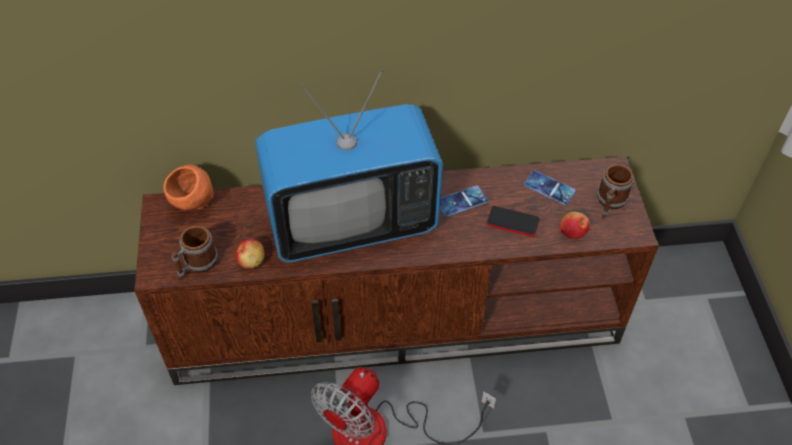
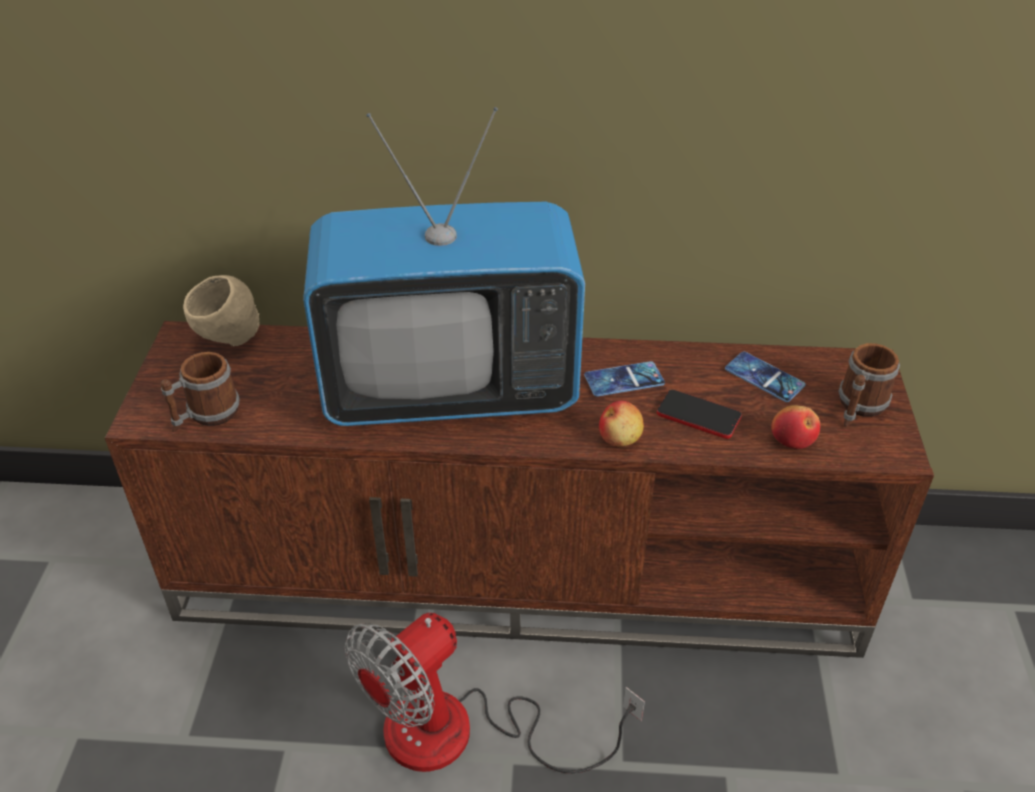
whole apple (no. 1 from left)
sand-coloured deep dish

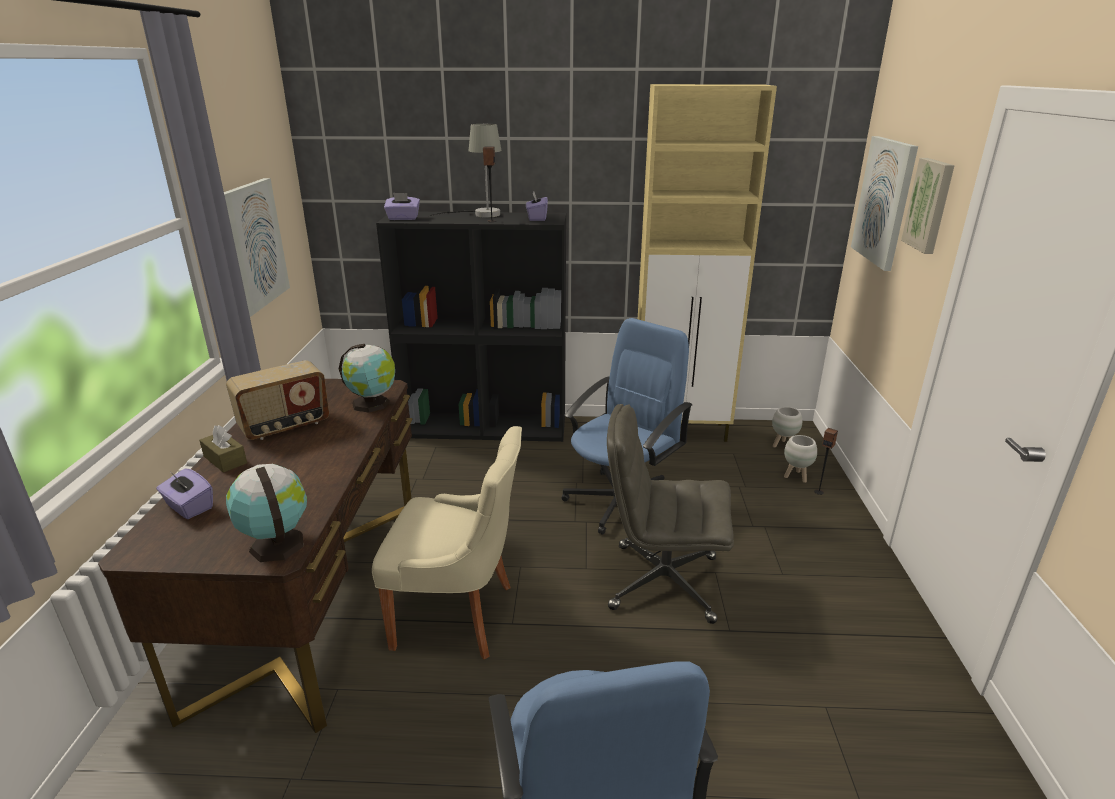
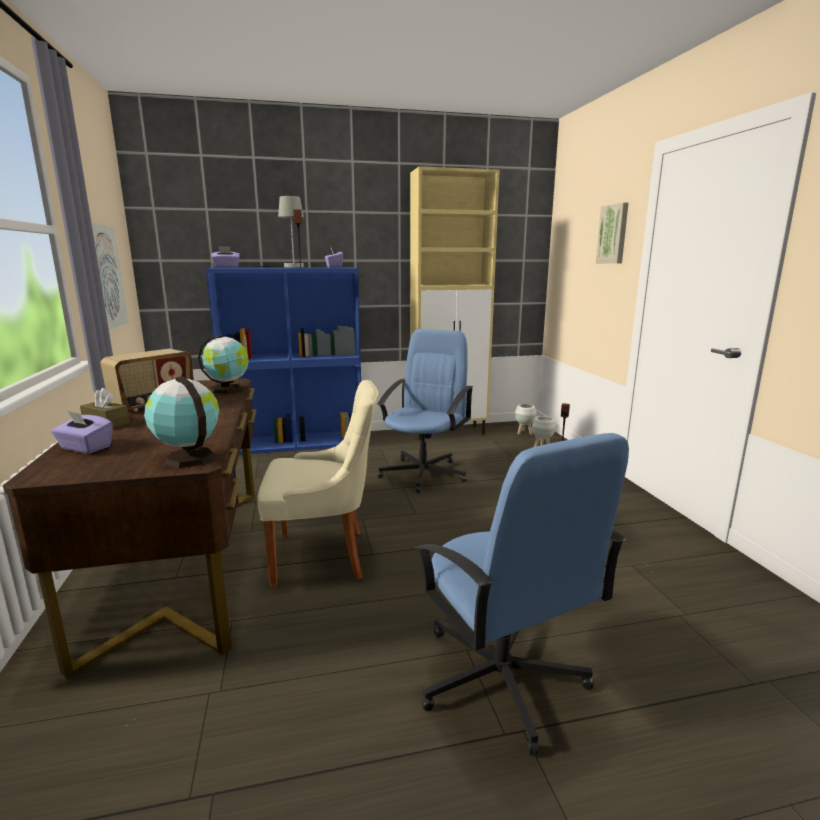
greyish computer chair
wall picture (no. 2 from left in the first image)
blue bookcase

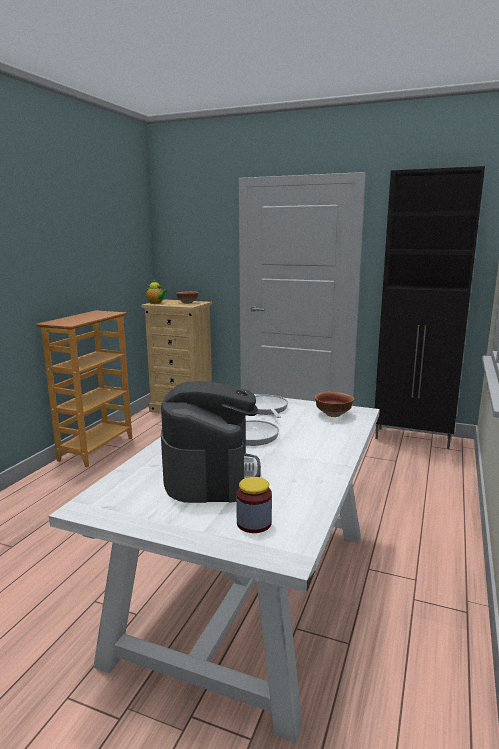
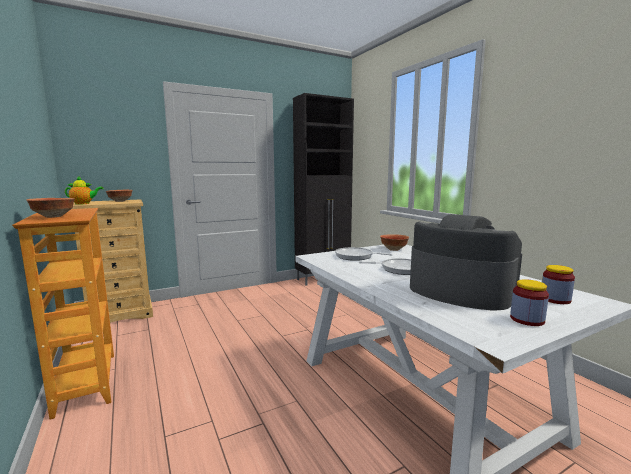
deep dish (no. 1 from left)
preserve jar (no. 1 from left)

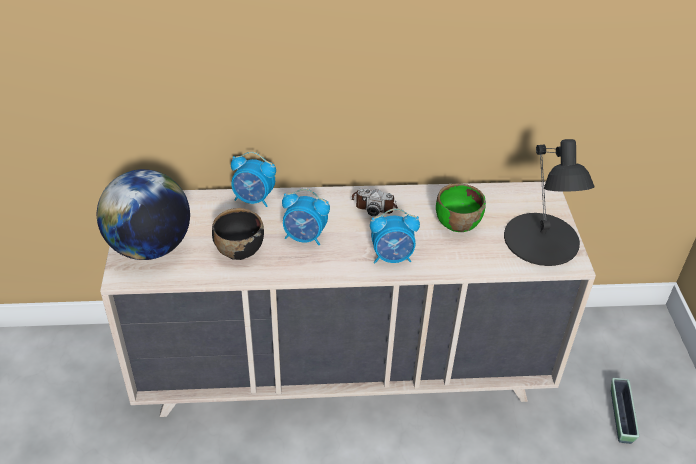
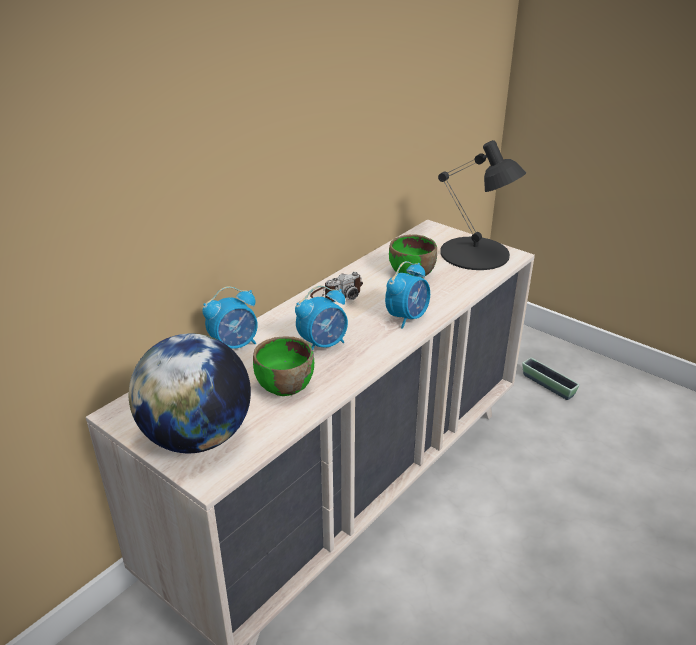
green deep dish (no. 1 from left)

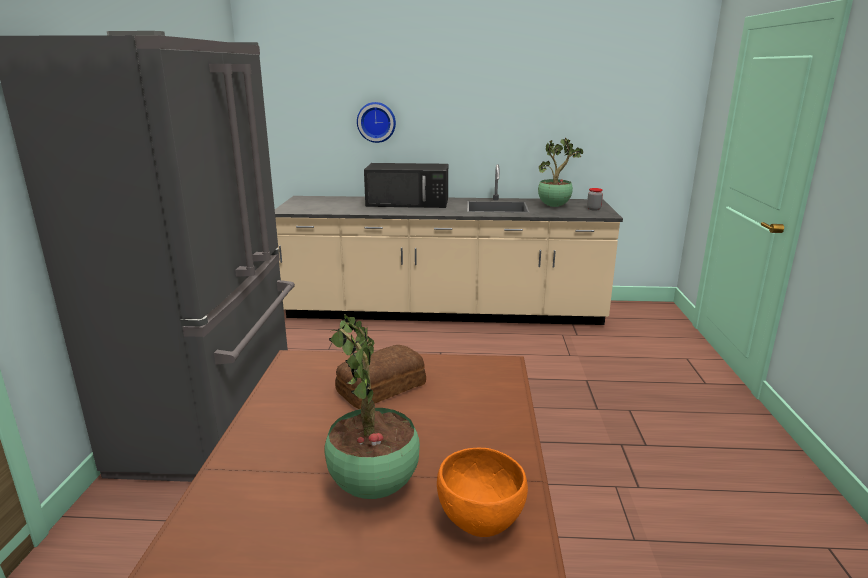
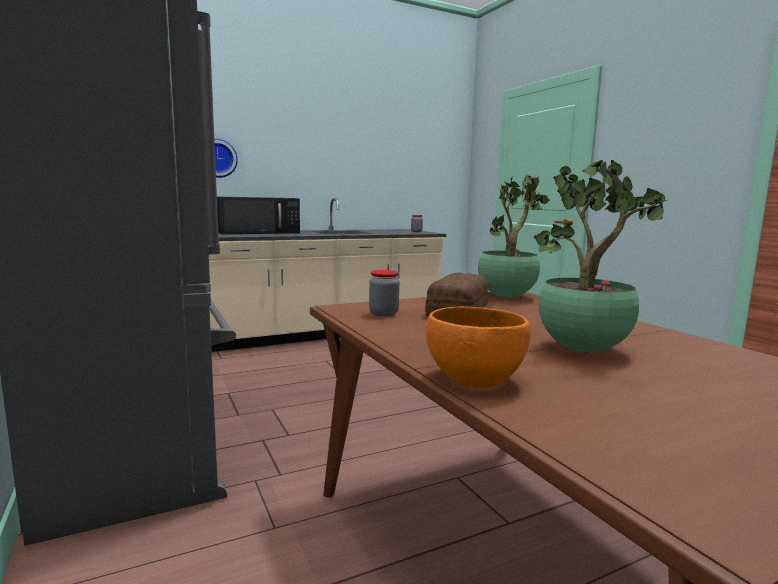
preserve jar (no. 1 from left)
orangey deep dish
houseplant (no. 1 from left)

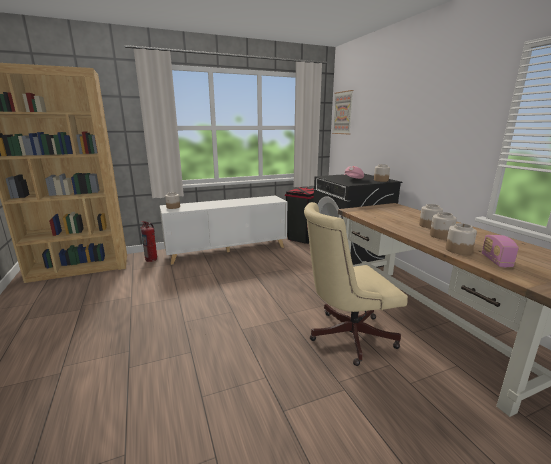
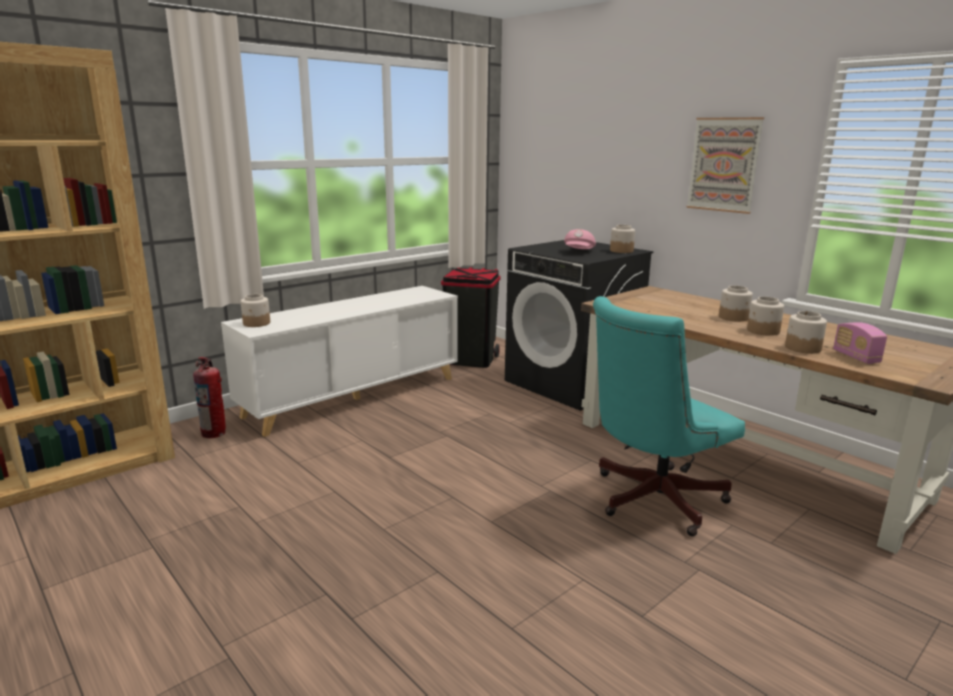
wall picture
blue-green computer chair

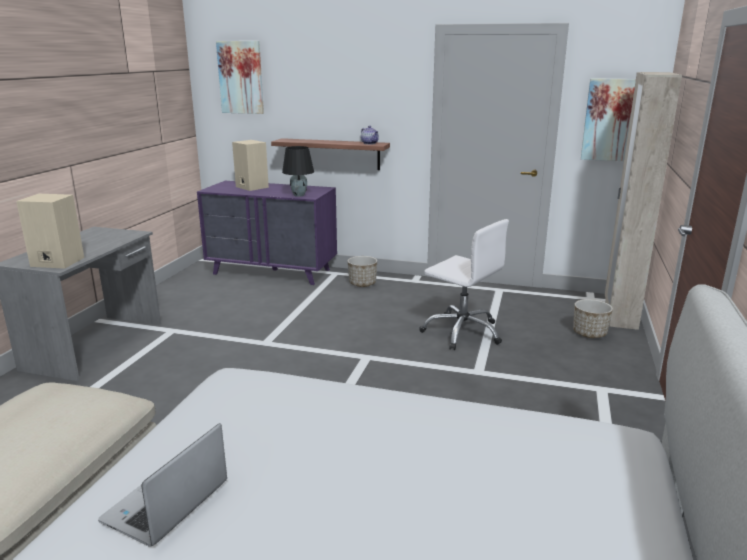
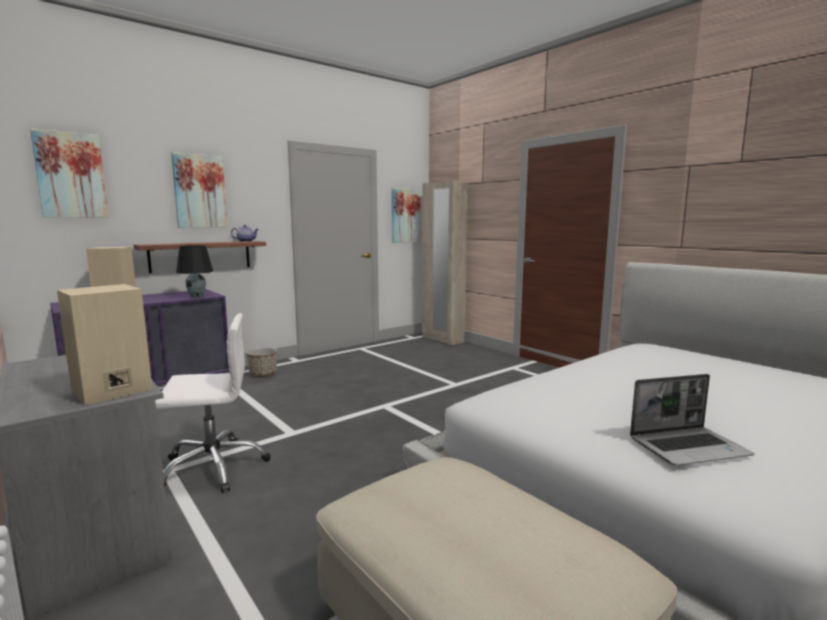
planter (no. 2 from left in the first image)
wall picture (no. 2 from left)
white computer chair
laptop

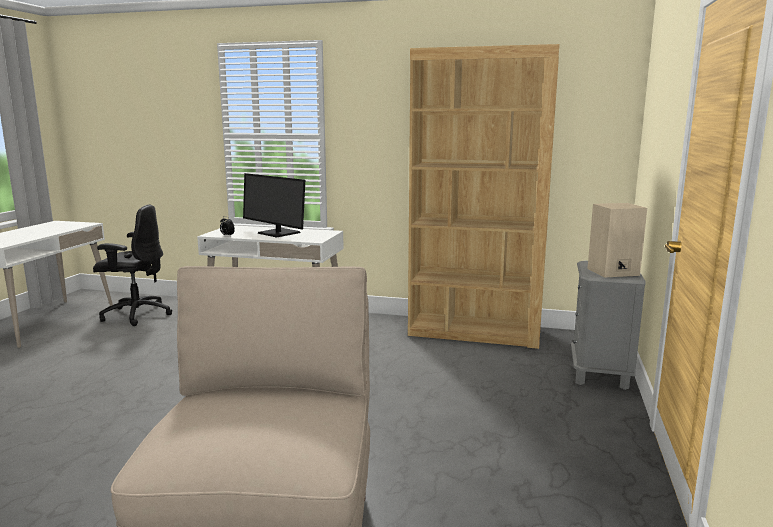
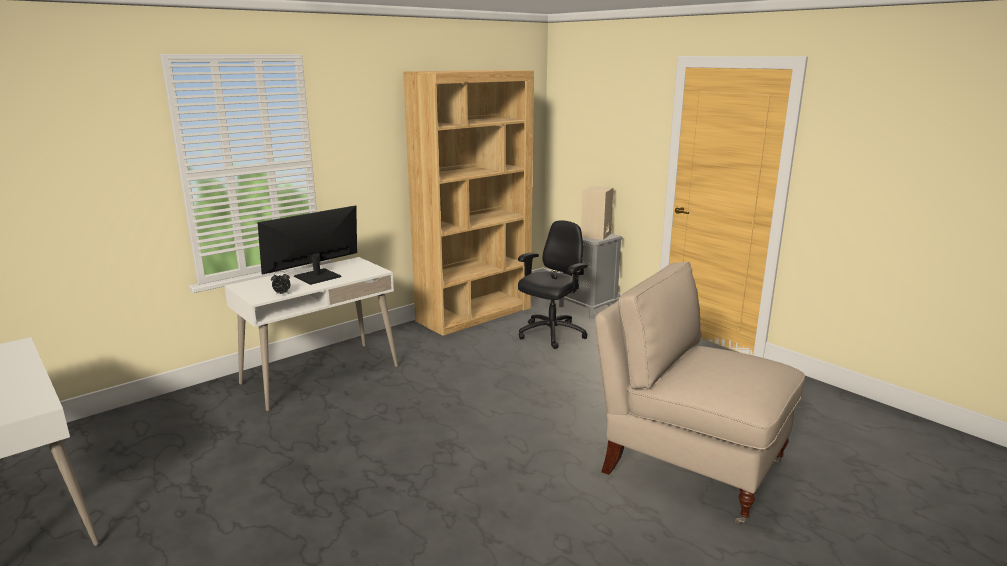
blackish computer chair
monitor

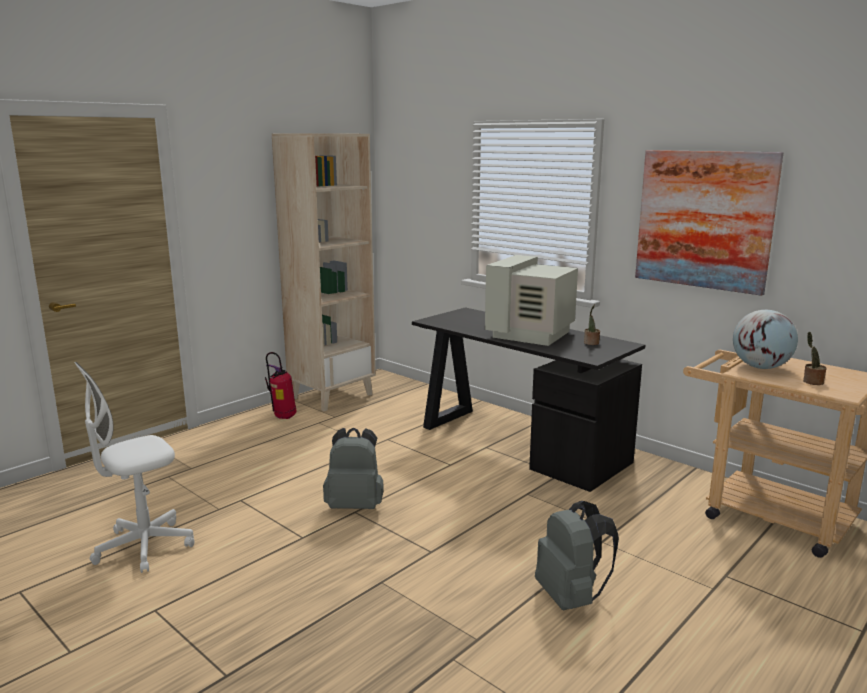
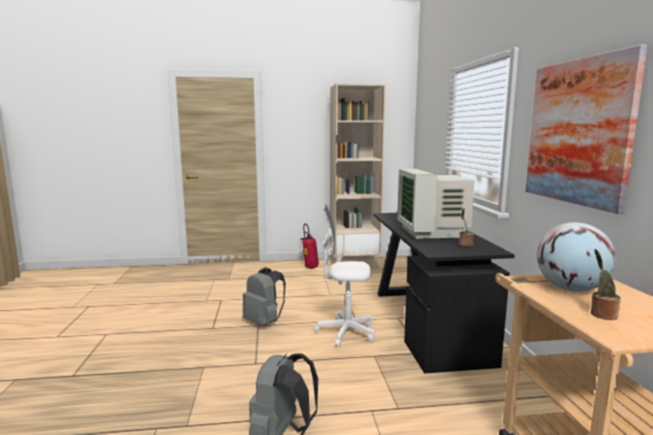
white computer chair
monitor

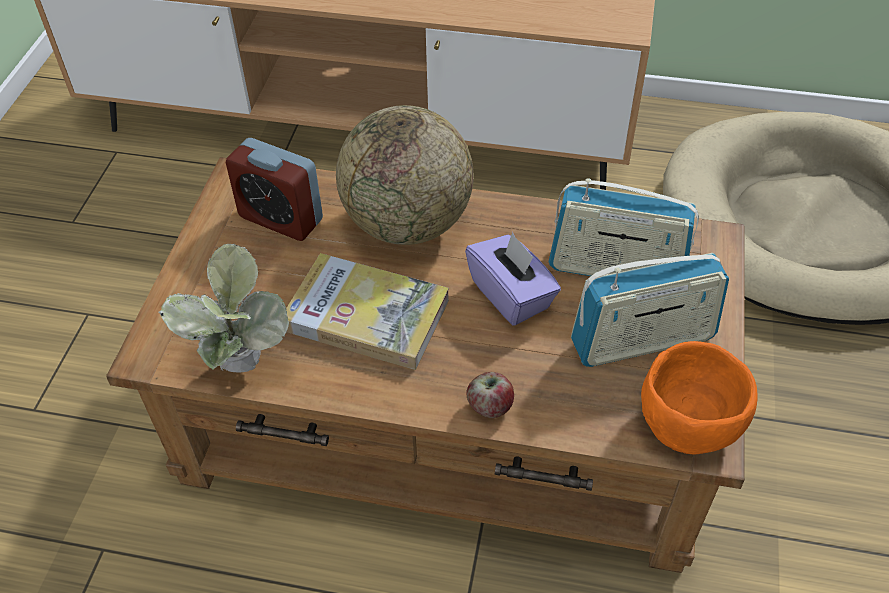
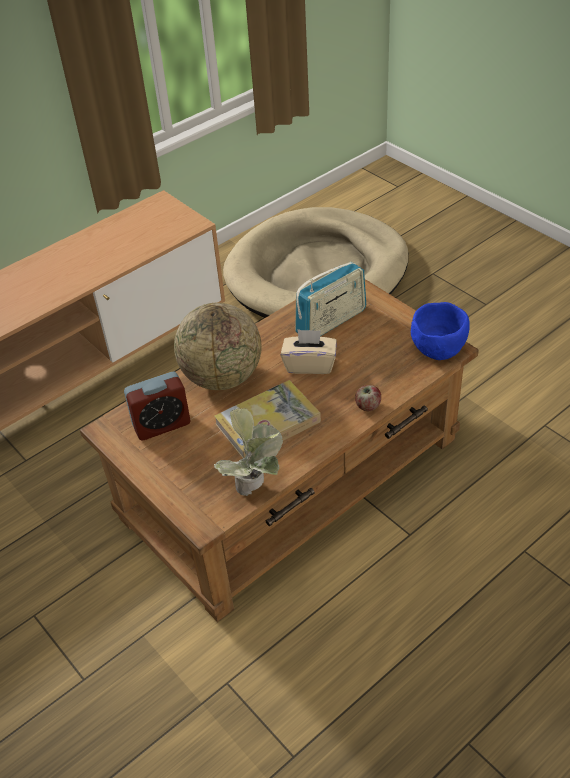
radio (no. 2 from left in the first image)
sand-coloured box of tissues
blue deep dish

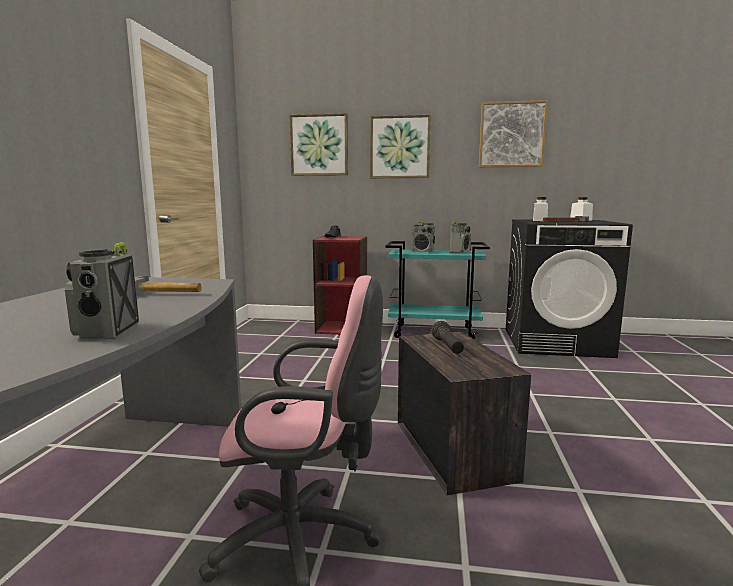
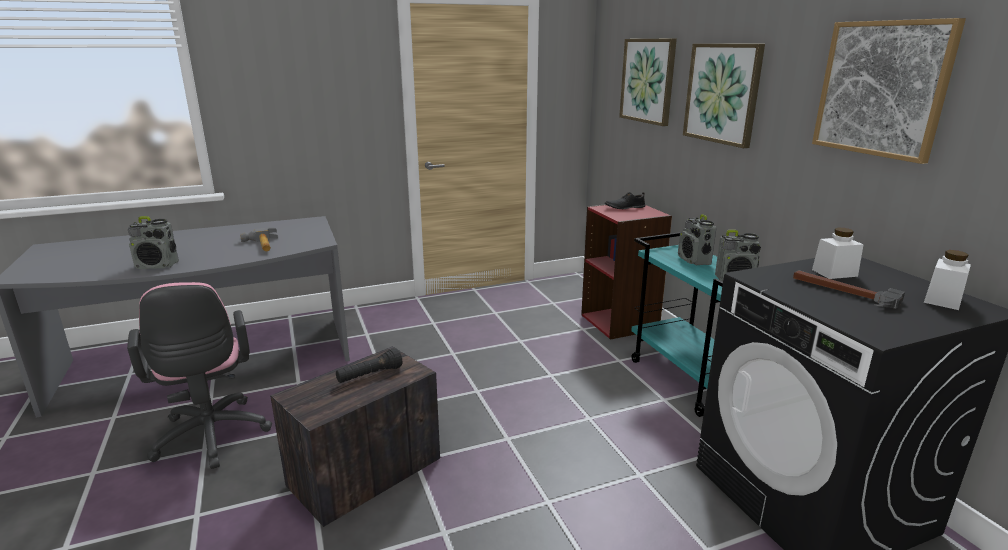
radio (no. 1 from left)

